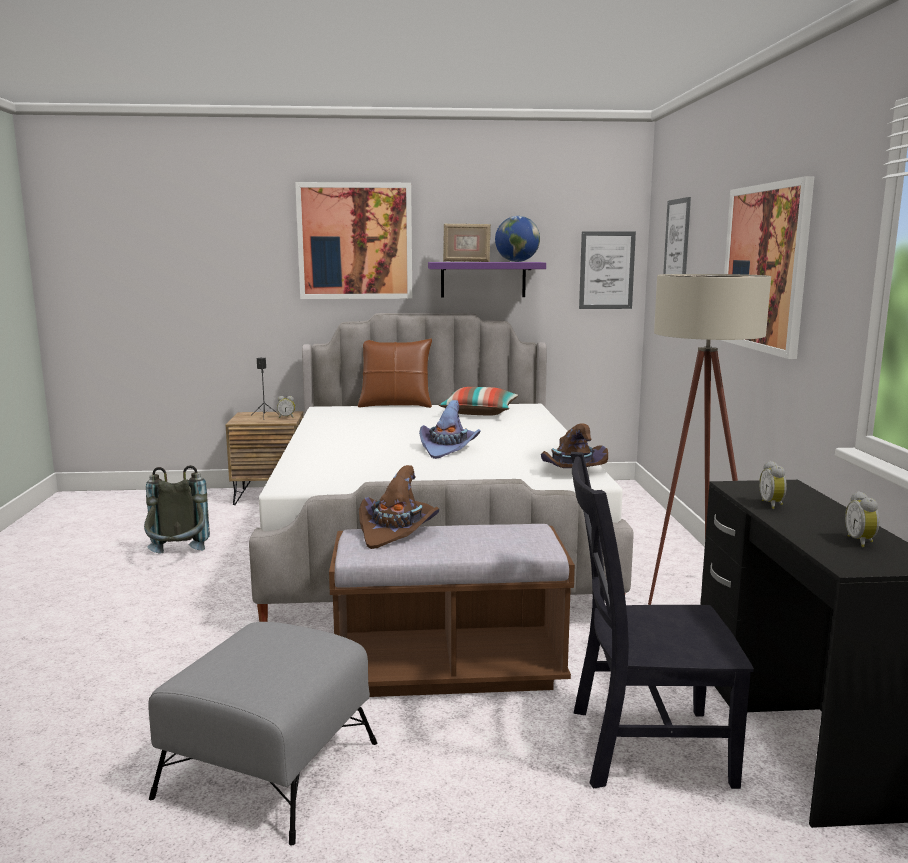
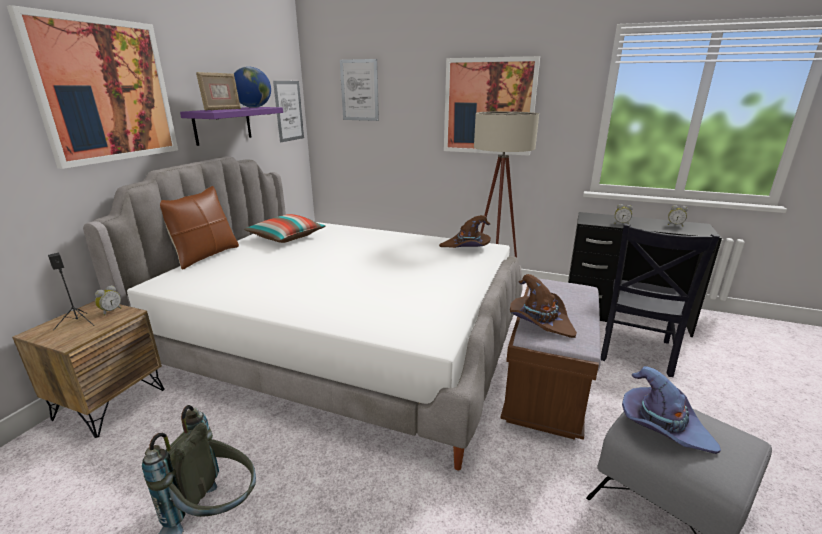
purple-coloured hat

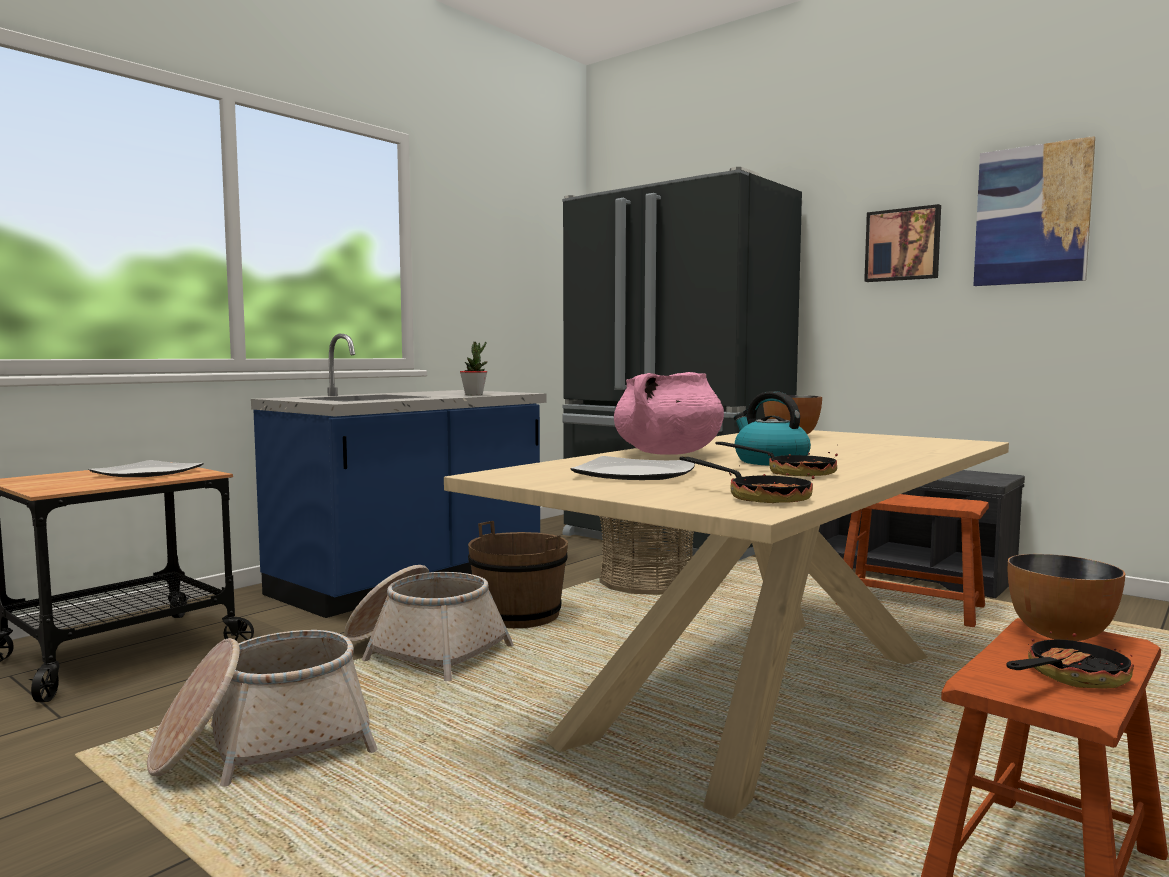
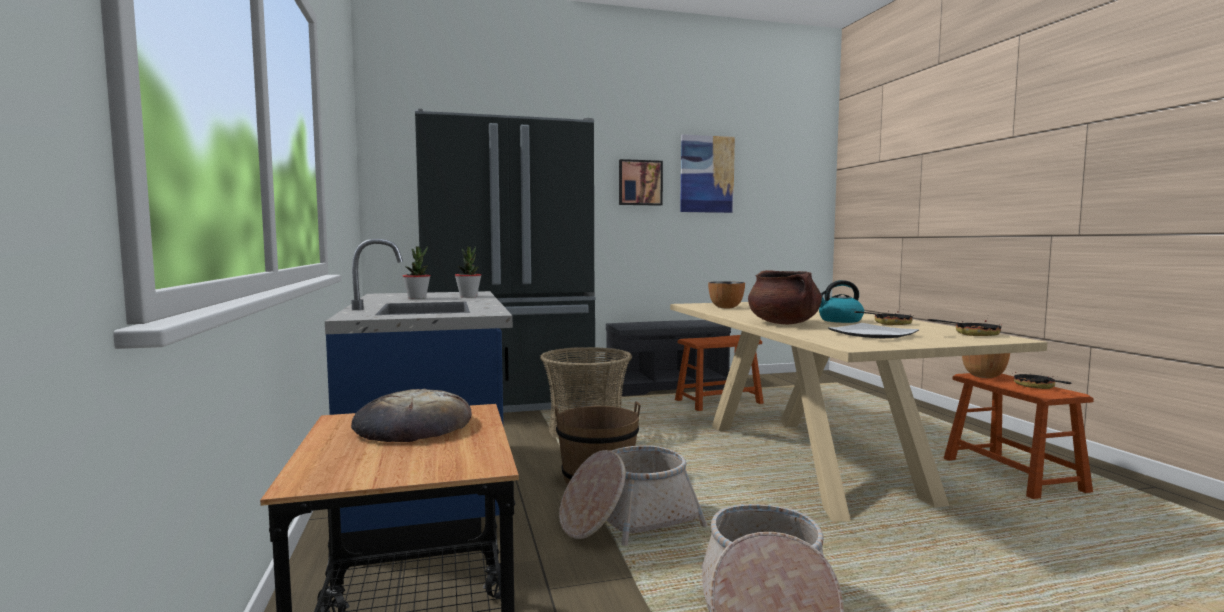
houseplant (no. 1 from left)
bakery bread
brown-coloured saucepot

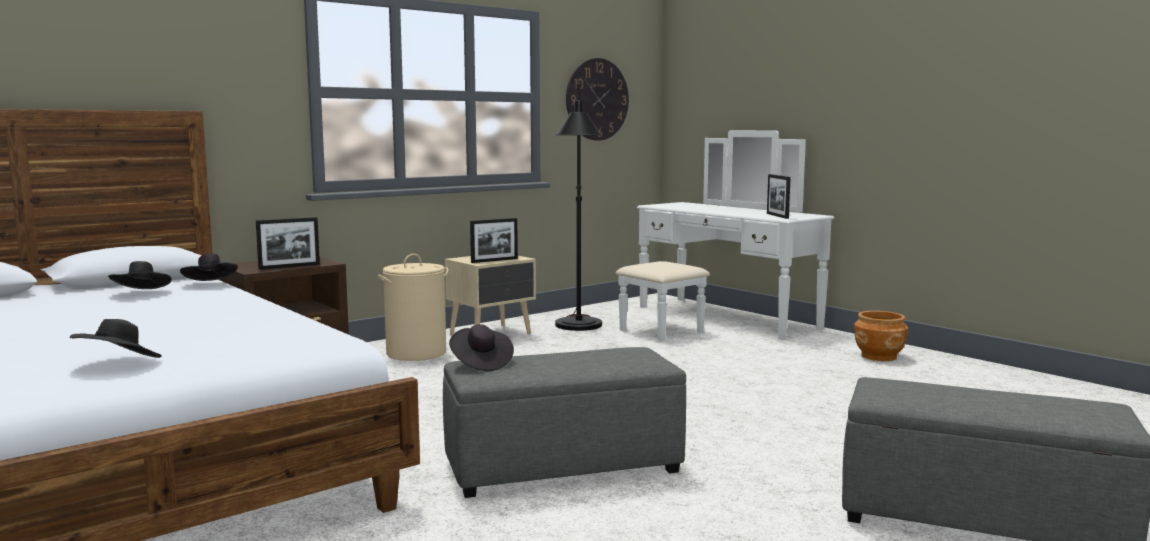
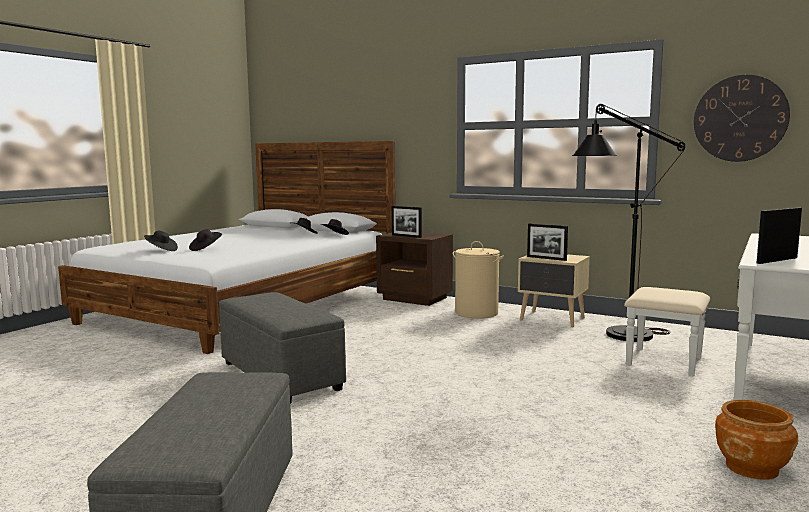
blackish hat (no. 2 from left)

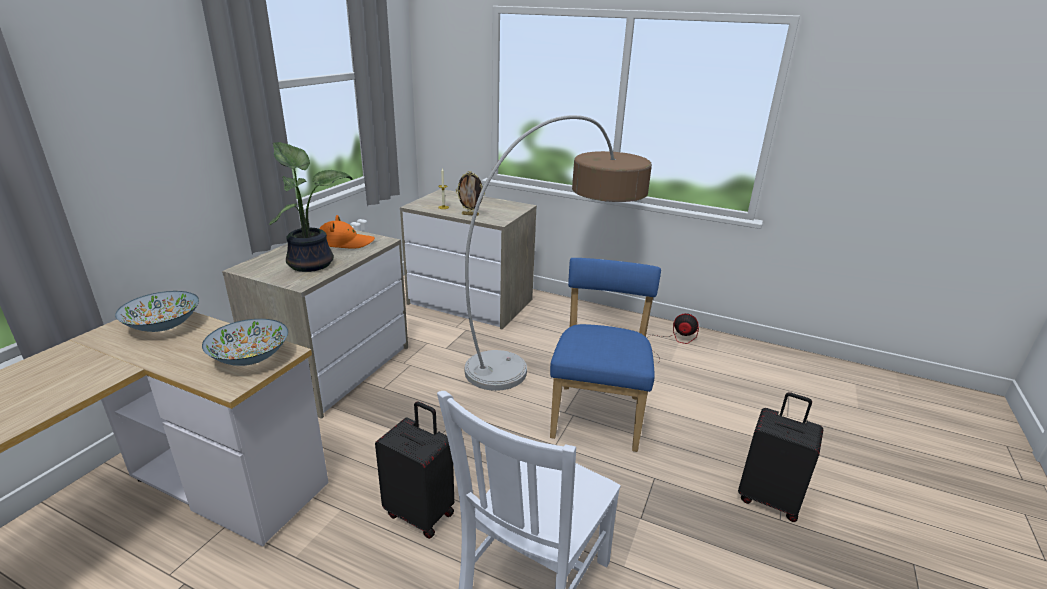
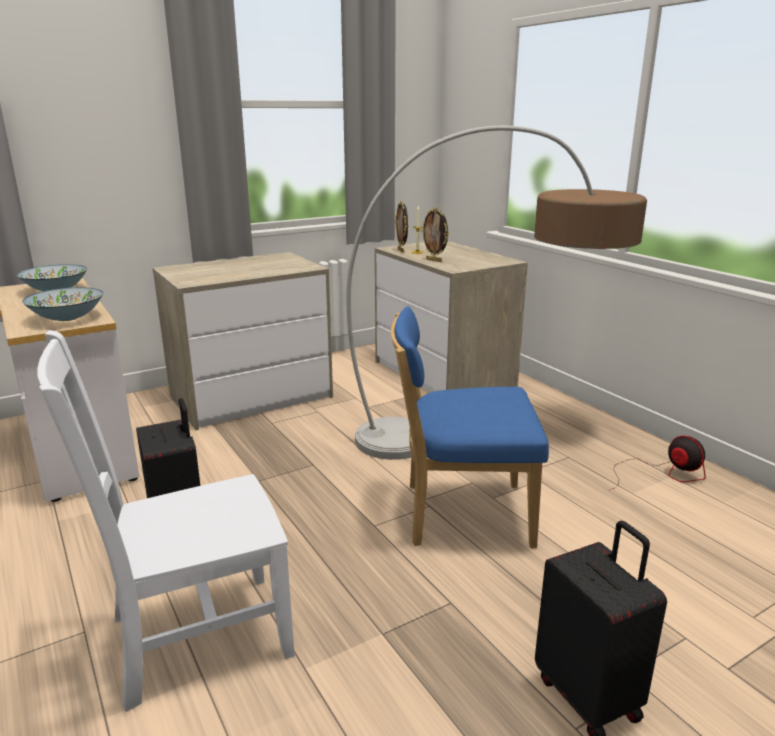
houseplant
orangey hat
standing frame (no. 1 from left)
blue chair

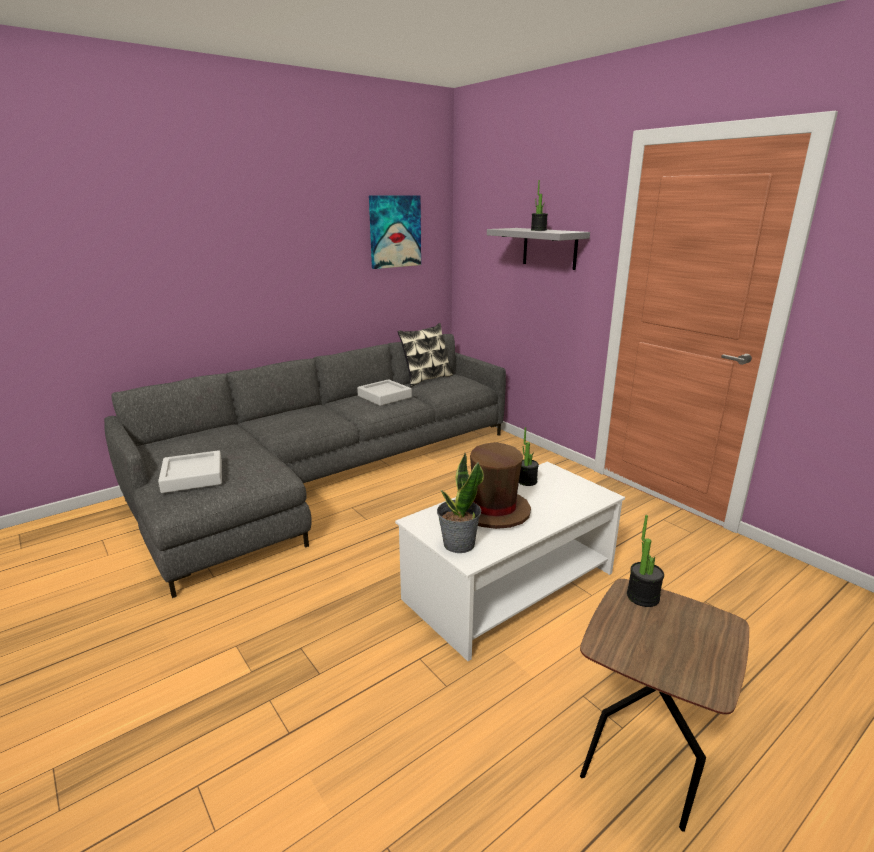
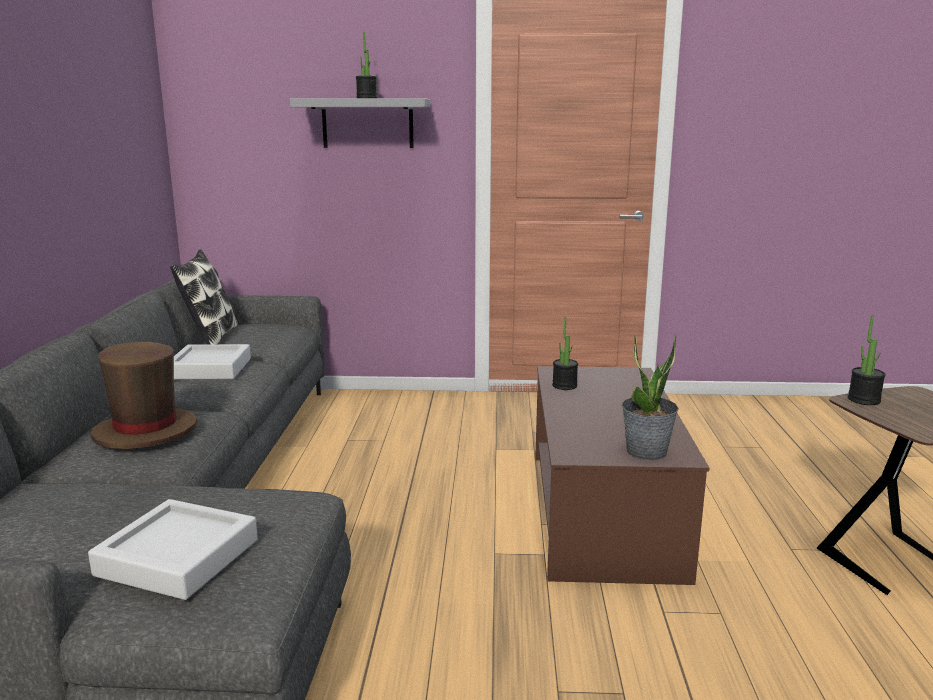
wall picture
brown-coloured hat
brown-coloured lounge table

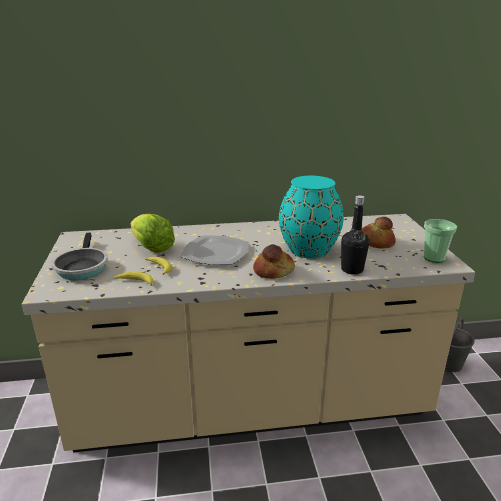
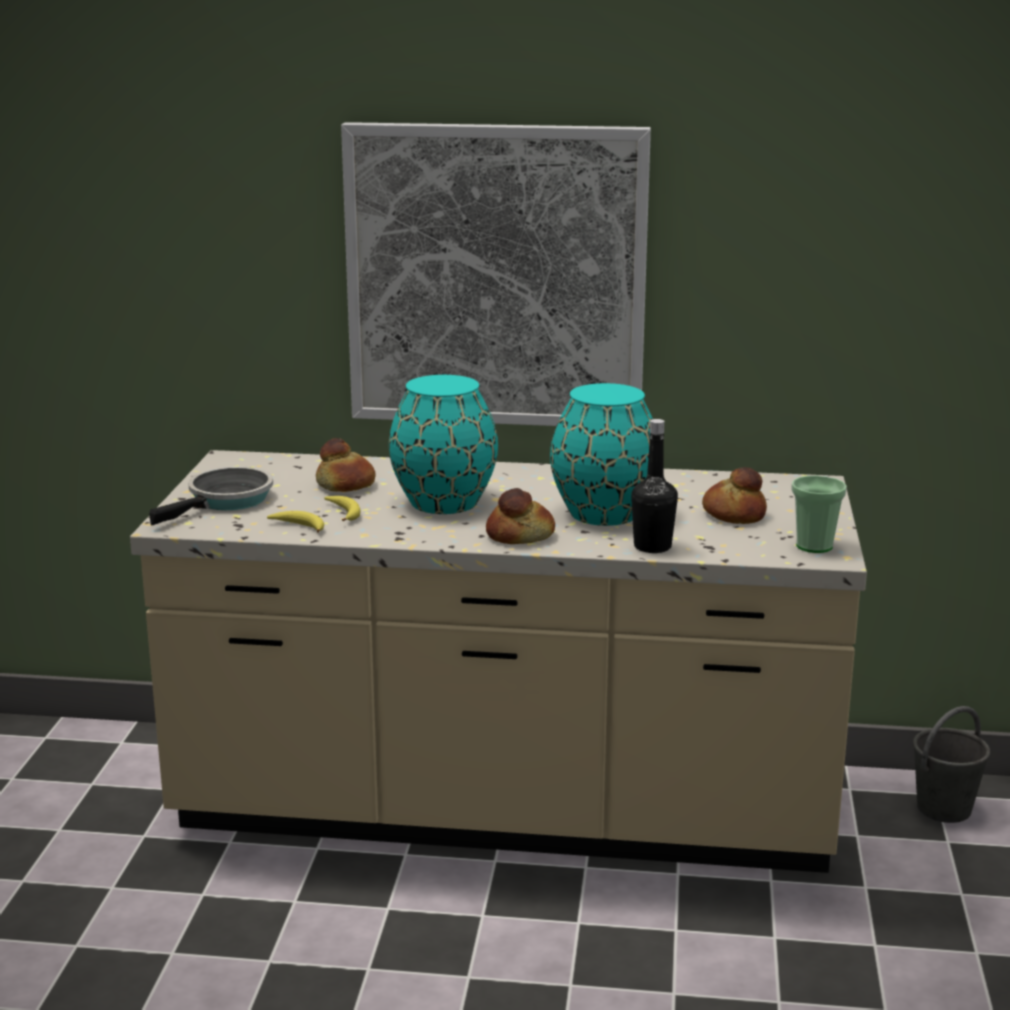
wall picture
bakery bread (no. 1 from left)
blue-green flower vase (no. 1 from left)
skillet

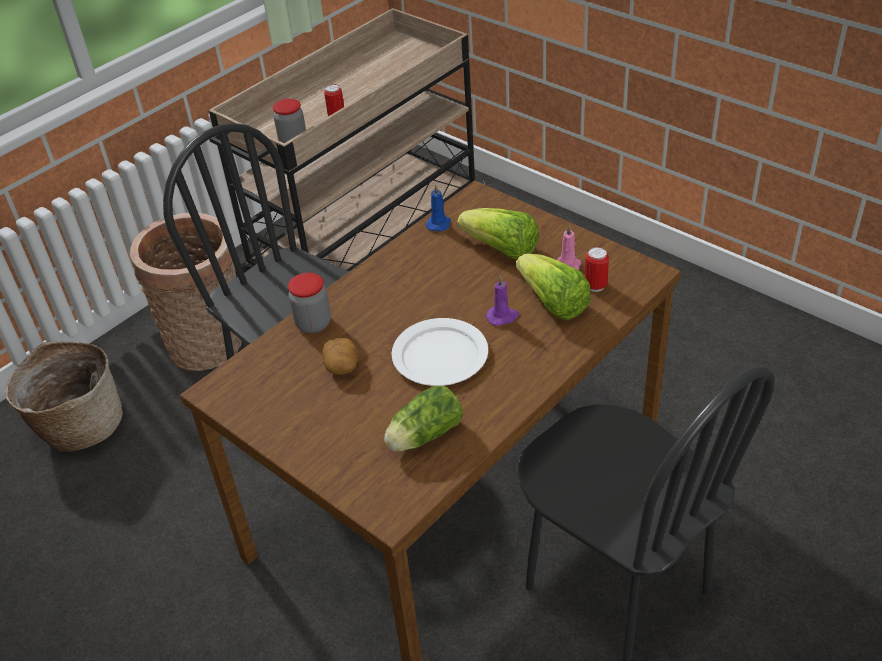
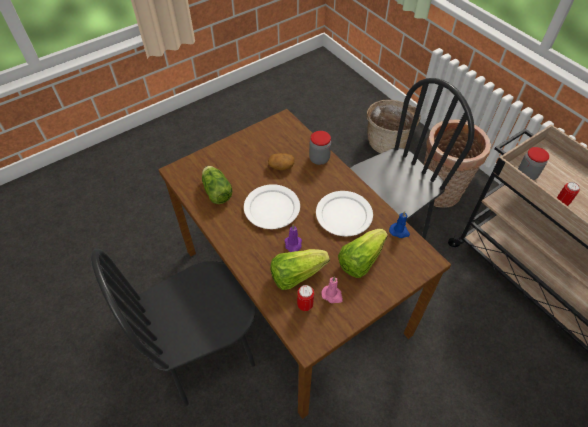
white dinner plate (no. 2 from left)

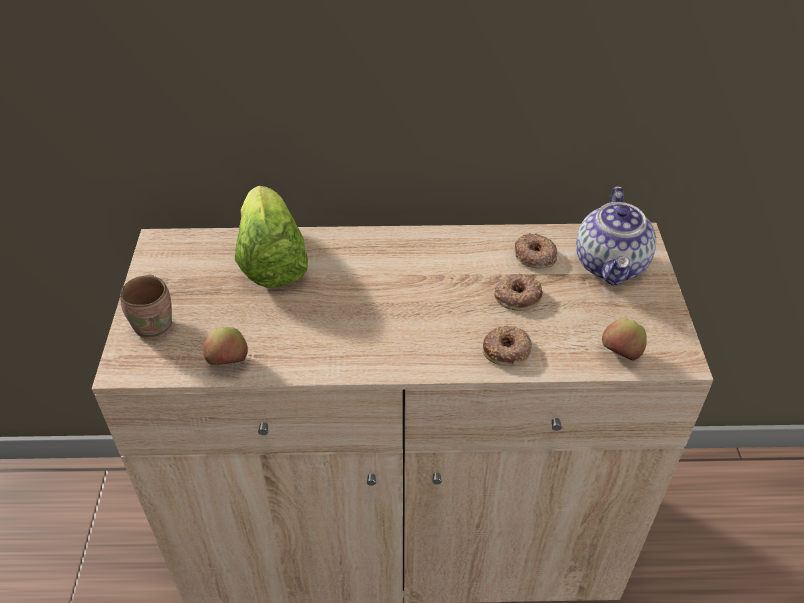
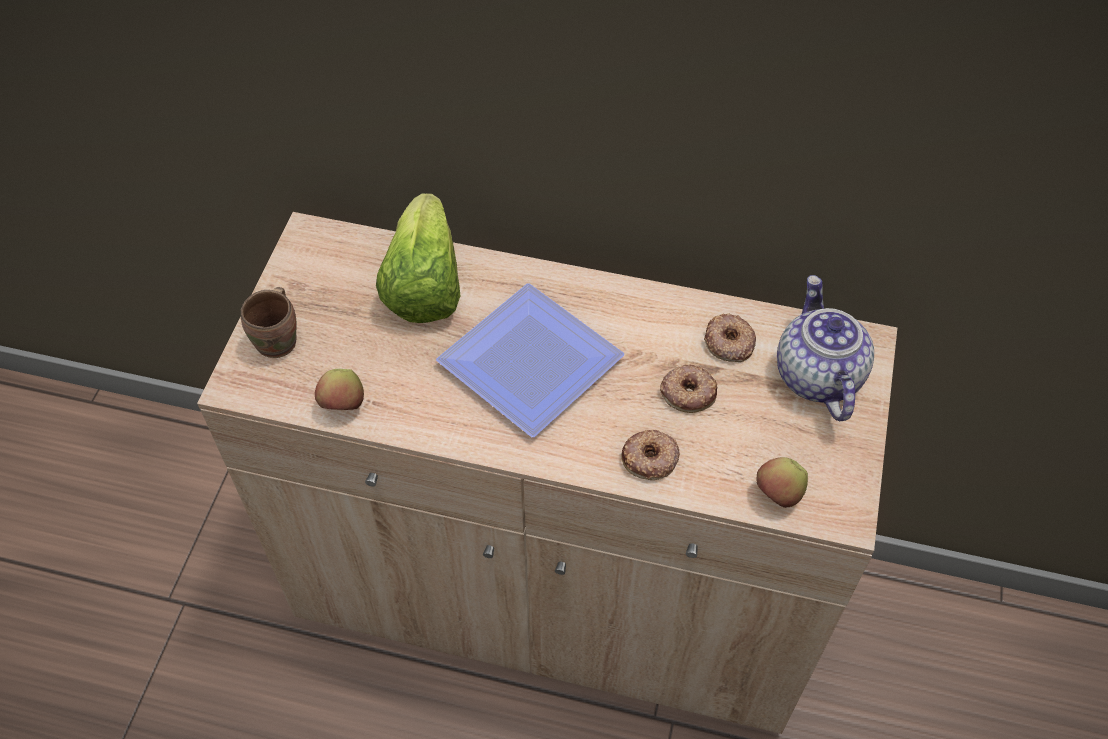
dinner plate
teapot

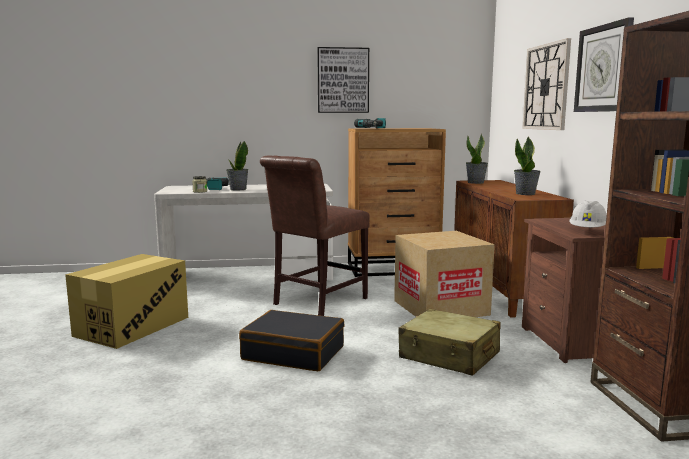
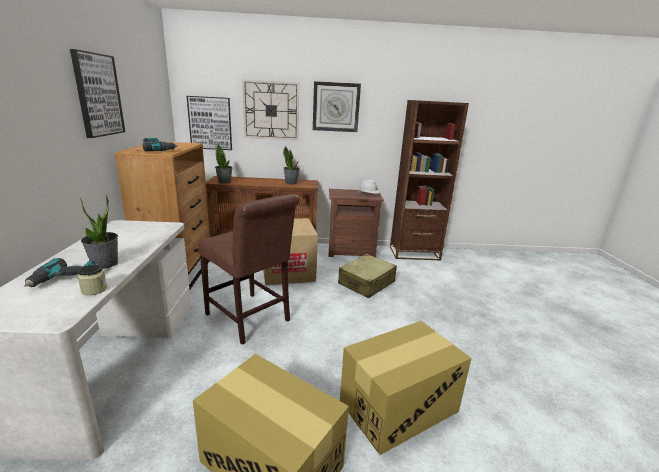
blackish suitcase
wall picture (no. 2 from left)
cardboard box (no. 3 from left)

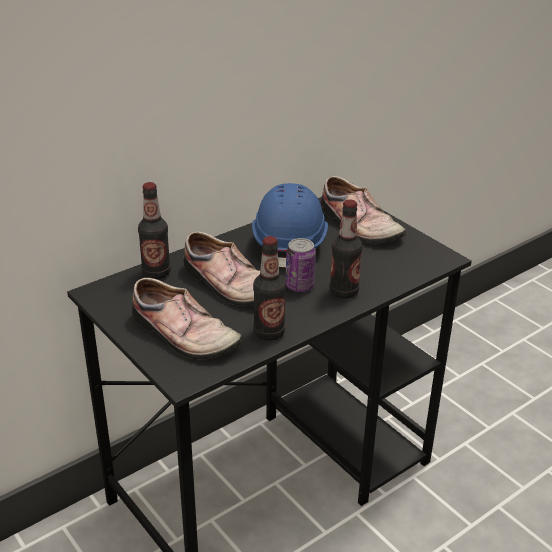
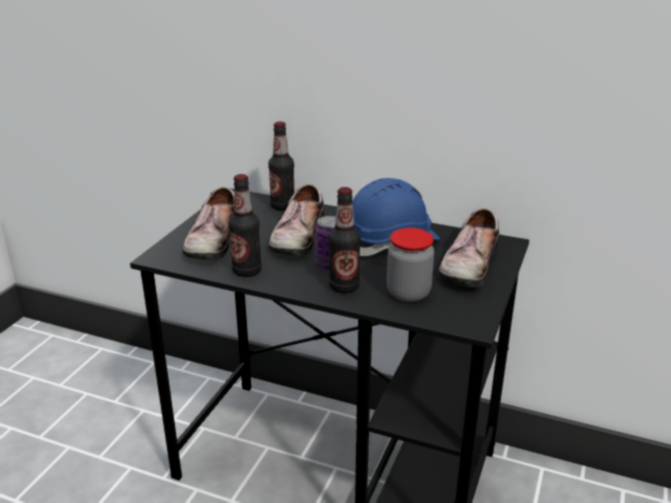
preserve jar

